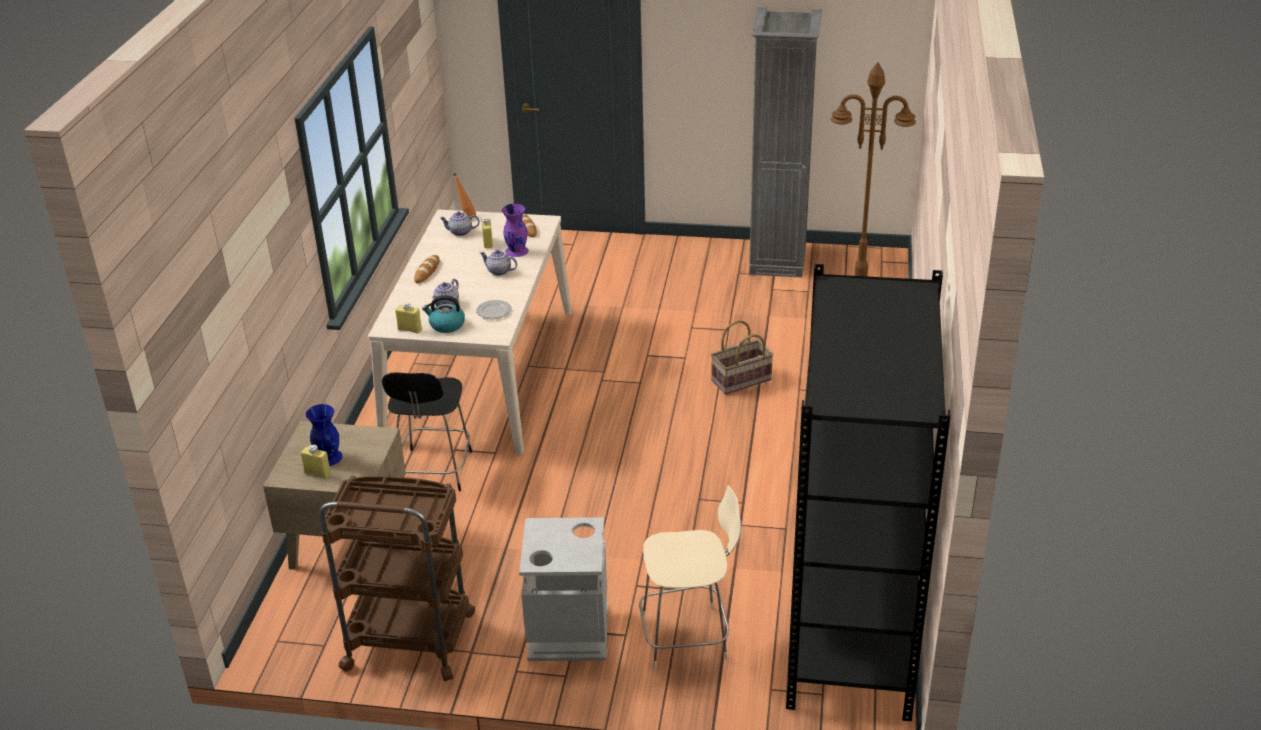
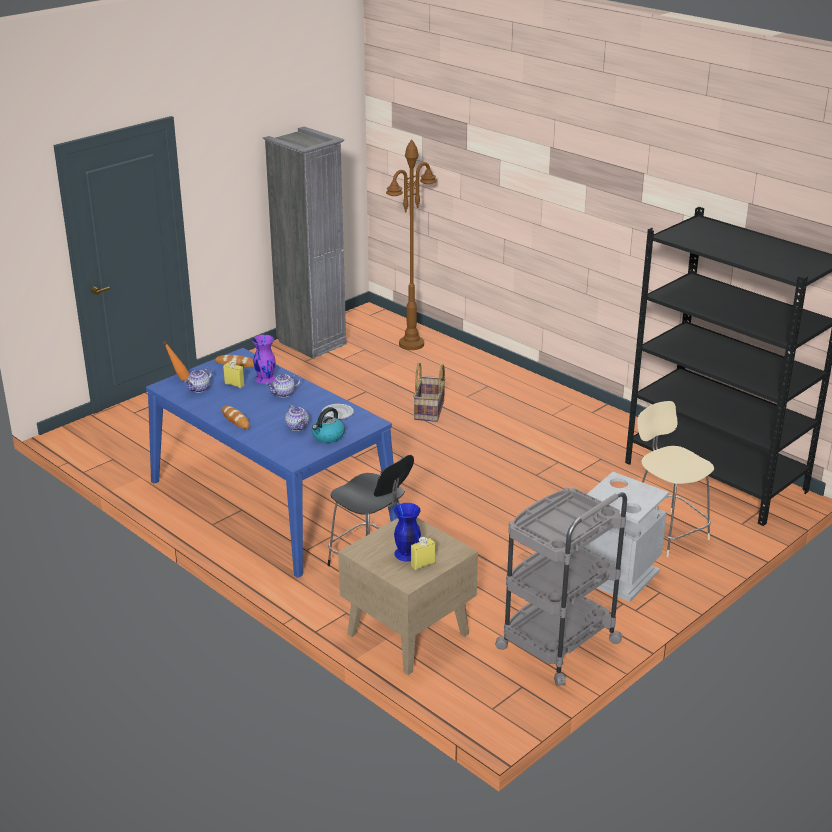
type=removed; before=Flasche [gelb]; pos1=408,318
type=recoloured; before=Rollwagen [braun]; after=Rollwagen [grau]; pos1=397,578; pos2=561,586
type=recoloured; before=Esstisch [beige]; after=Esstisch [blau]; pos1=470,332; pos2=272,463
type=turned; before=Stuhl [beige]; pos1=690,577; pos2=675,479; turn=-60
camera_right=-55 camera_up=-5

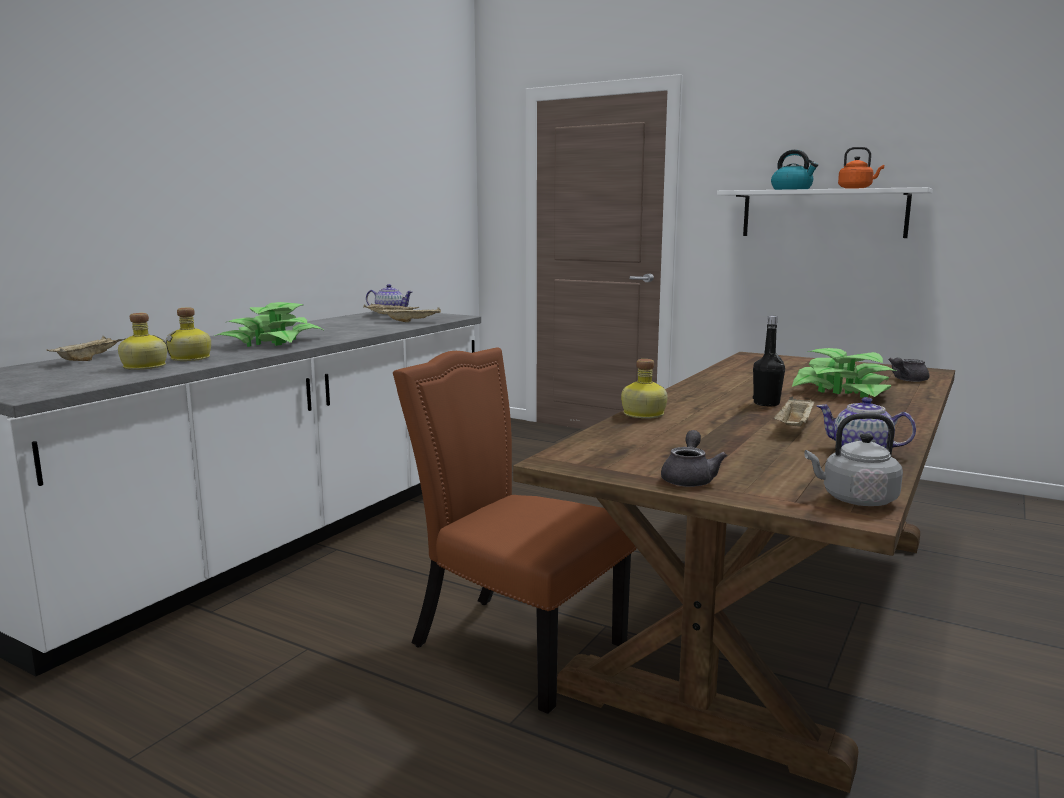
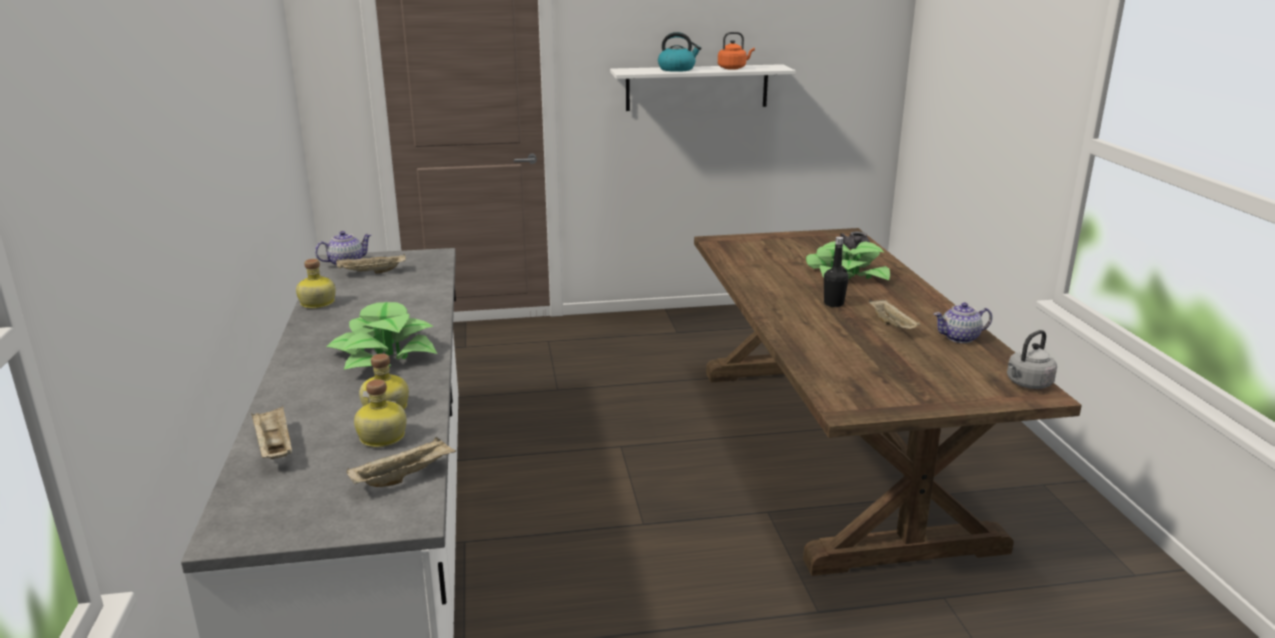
type=removed; before=Stuhl [braun]; pos1=514,531
type=removed; before=Teekanne [grau]; pos1=694,458
type=moved; before=Tablett [beige]; pos1=410,314; pos2=401,462
type=moved; before=Flasche; pos1=644,389; pos2=316,284
camera_right=-40 camera_up=10

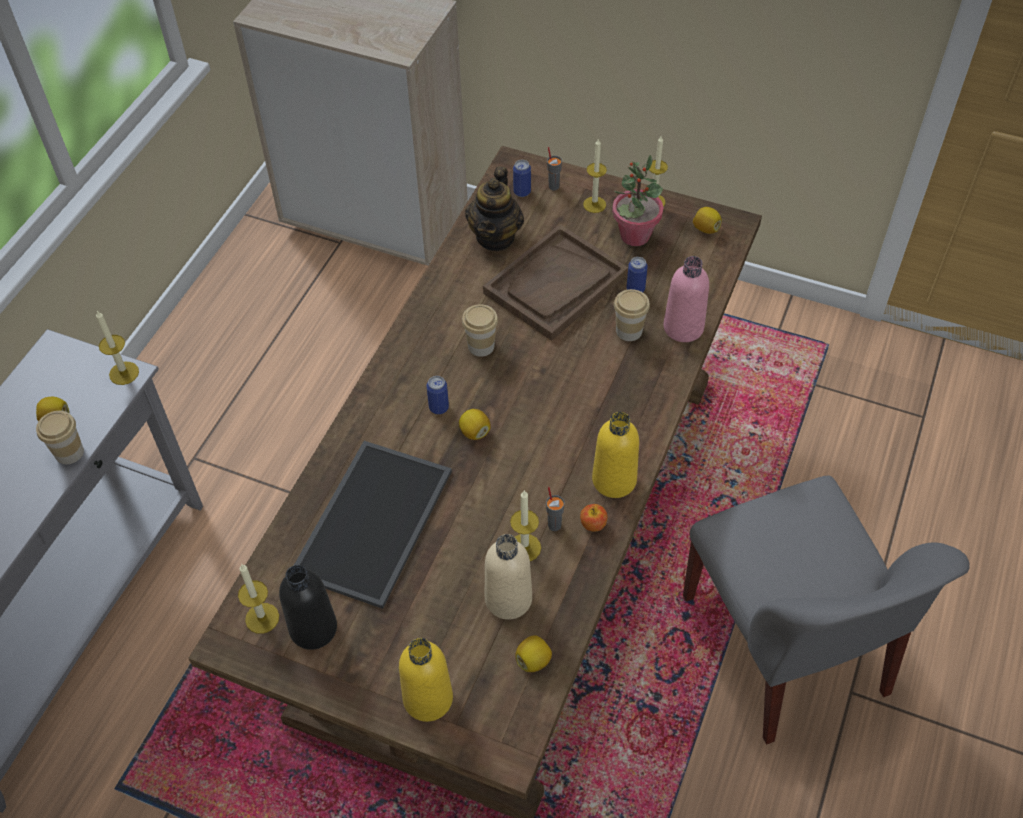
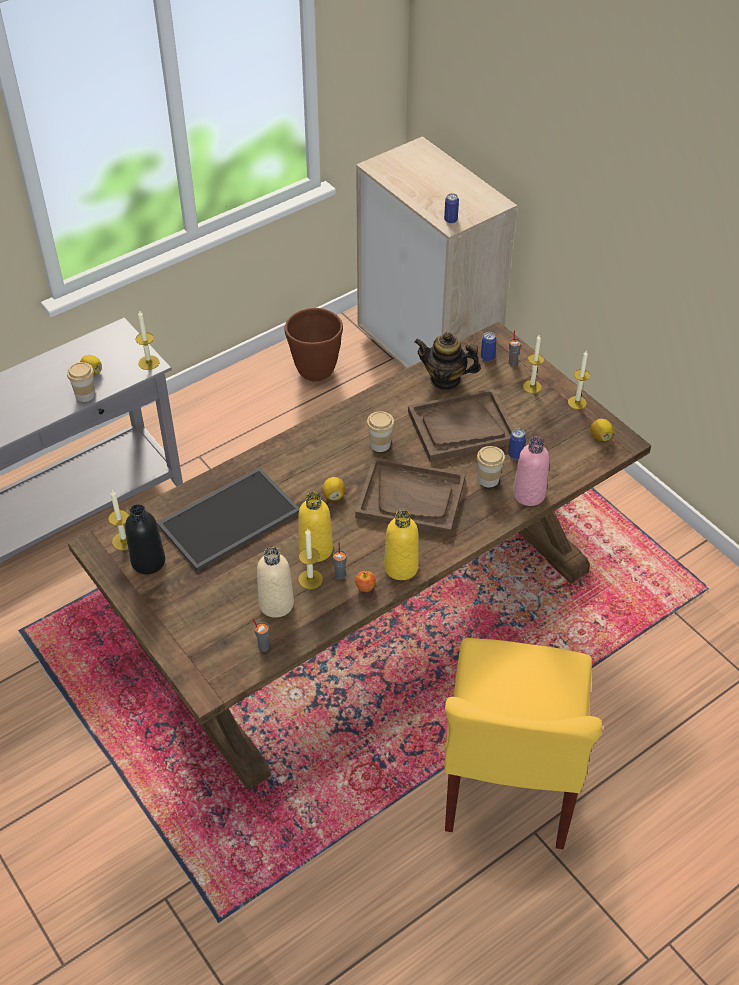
type=removed; before=Topfpflanze; pos1=638,200
type=added; after=Pflanzkübel [braun]; pos2=313,345
type=added; after=Tablett [braun]; pos2=410,496
type=moved; before=Flasche [gelb]; pos1=426,680; pos2=315,527
type=moved; before=Dose; pos1=437,395; pos2=451,208
type=replaced; before=Zitrone; after=Tasse [grau]; pos1=533,653; pos2=260,635
type=recoloured; before=Stuhl [grau]; after=Stuhl [gelb]; pos1=826,610; pos2=523,743
type=turned; before=Teekanne; pos1=494,208; pos2=447,361; turn=60
camera_right=30 camera_up=-5

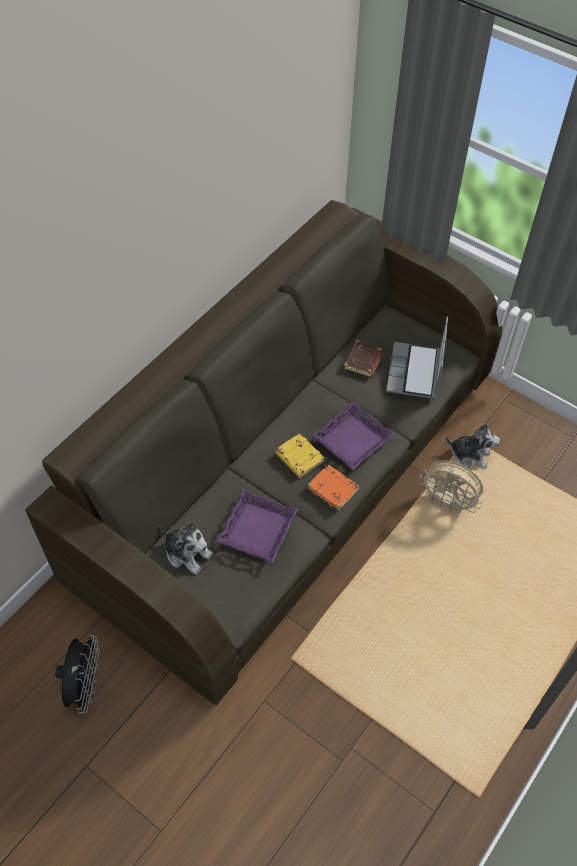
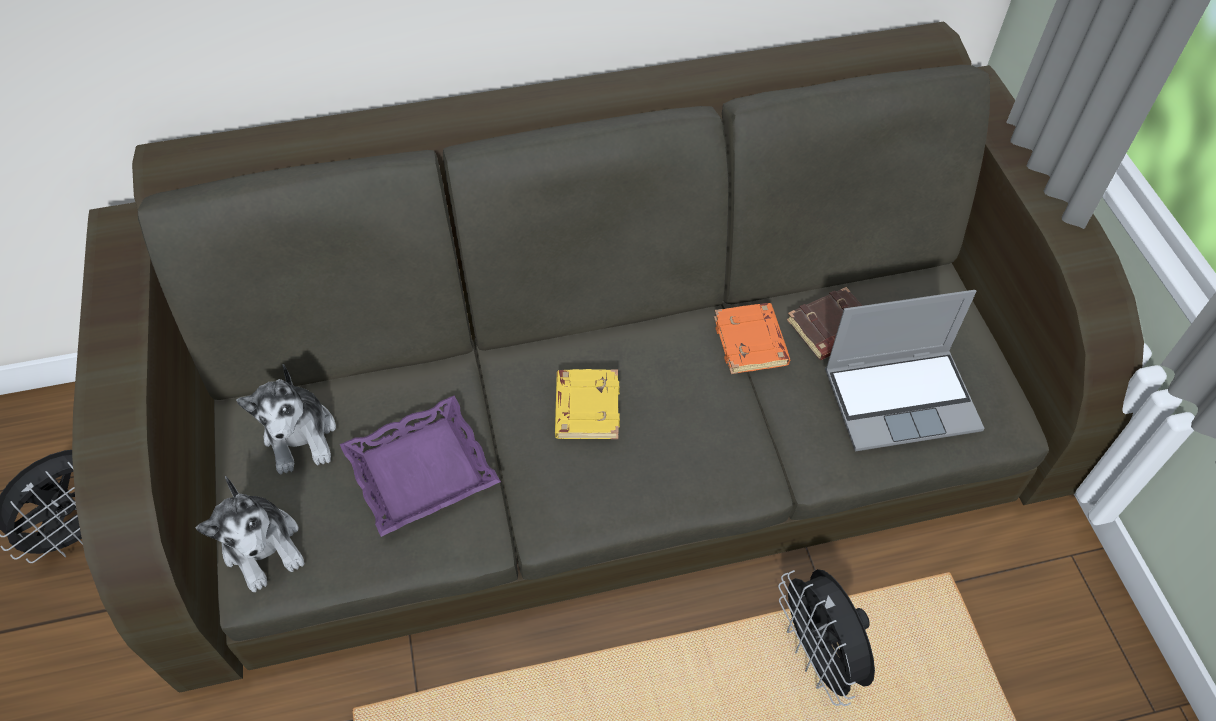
type=removed; before=Tablett [lila]; pos1=353,435
type=moved; before=Buch [orange]; pos1=334,487; pos2=752,338
type=moved; before=Plüschtier; pos1=473,446; pos2=250,534
type=recoloured; before=Ventilator [beige]; after=Ventilator [schwarz]; pos1=451,487; pos2=826,637
type=turned; before=Laptop; pos1=417,358; pos2=905,371; turn=-150
camera_right=40 camera_up=0

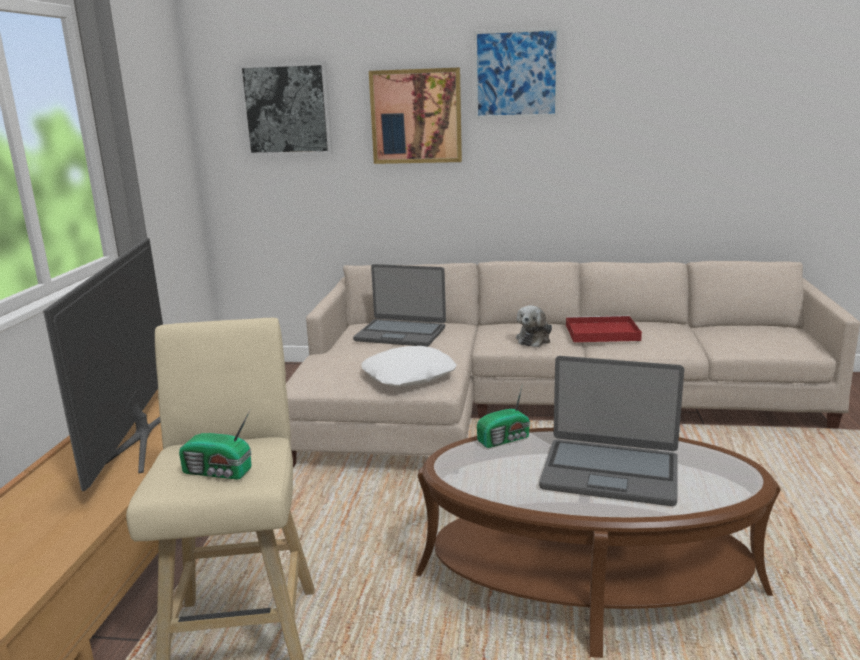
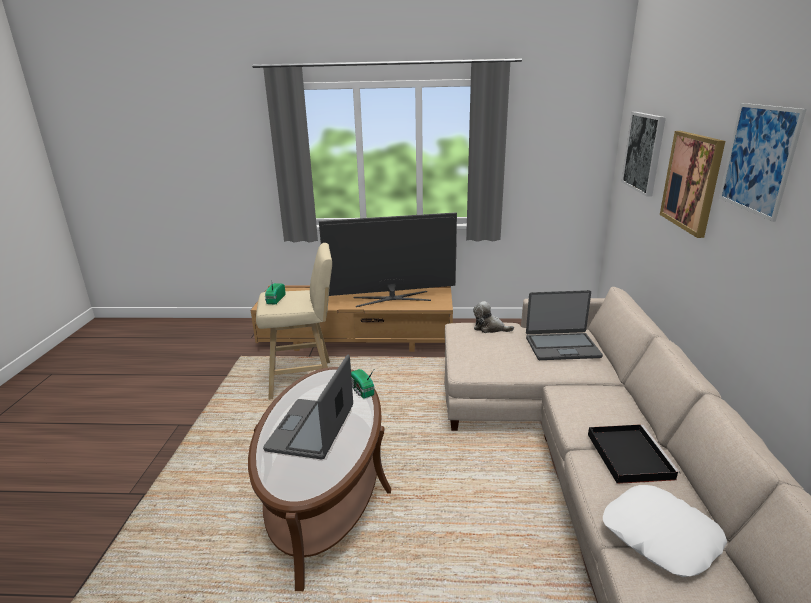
type=moved; before=Kissen [weiß]; pos1=409,366; pos2=665,531
type=moved; before=Plüschtier; pos1=534,326; pos2=493,317
type=recoloured; before=Tablett [rot]; after=Tablett [schwarz]; pos1=604,328; pos2=634,454
type=turned; before=Laptop; pos1=399,305; pos2=564,325; turn=-105
camera_right=85 camera_up=5

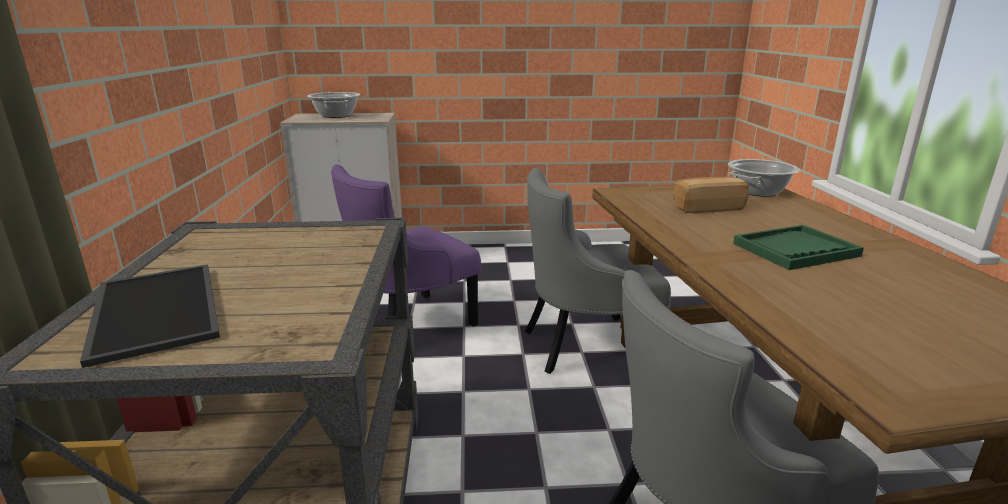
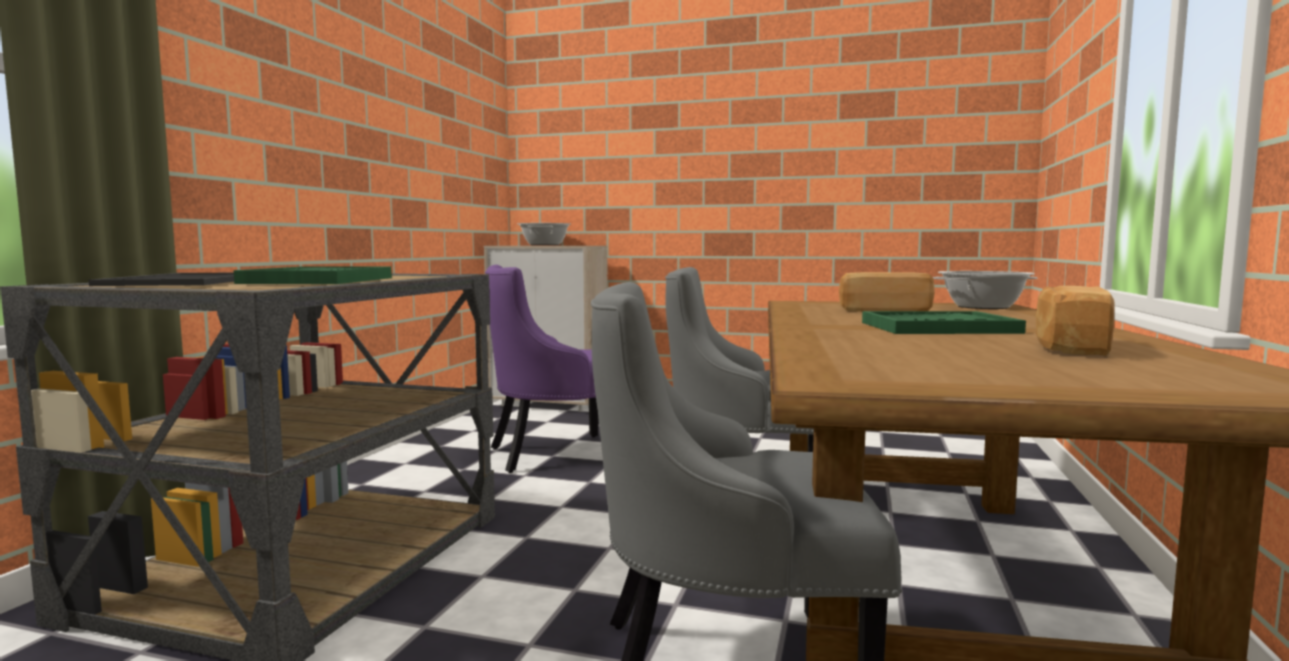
type=added; after=Tablett [grün]; pos2=313,275
type=added; after=Brot; pos2=1075,321
camera_right=20 camera_up=-15

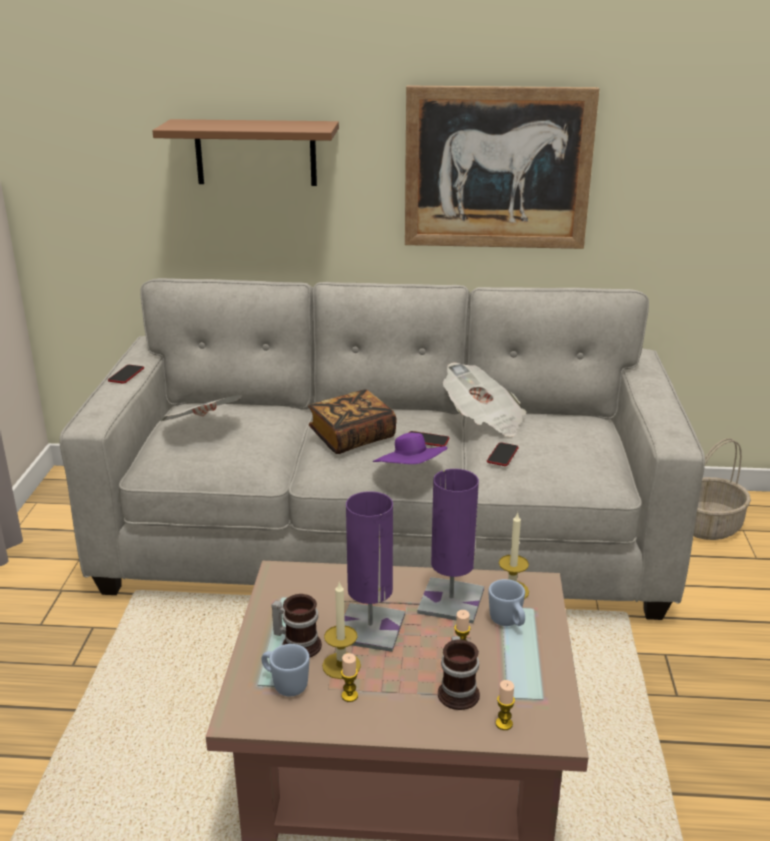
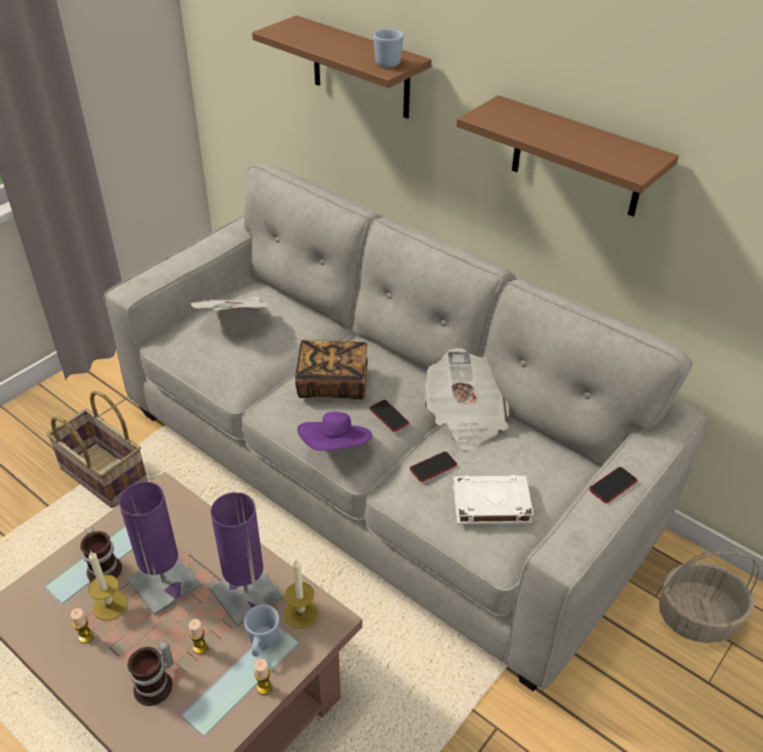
type=added; after=Korb; pos2=97,449
type=added; after=Buch [weiß]; pos2=493,500
type=moved; before=Handy; pos1=126,374; pos2=613,485
type=moved; before=Henkelbecher [blau]; pos1=286,670; pos2=388,48
type=moved; before=Kerze; pos1=505,705; pos2=263,677
type=replaced; before=Bild; after=Wandregal [braun]; pos1=502,167; pos2=568,156
camera_right=35 camera_up=15

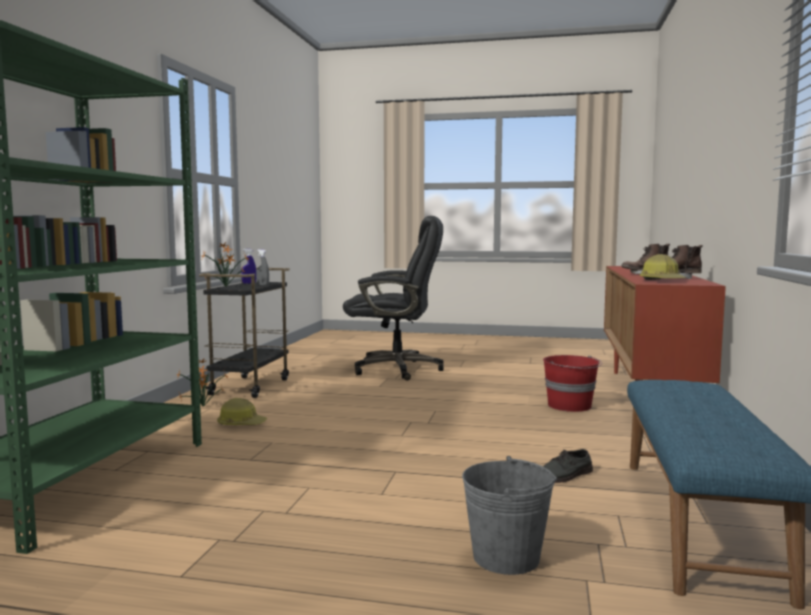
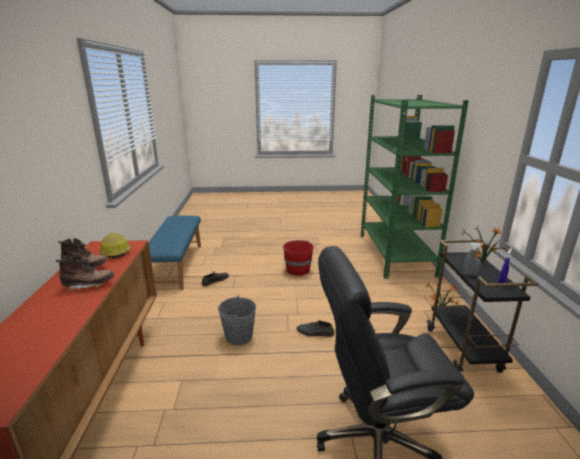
type=removed; before=Schutzhelm; pos1=242,411
type=added; after=Schuh [grau]; pos2=315,328
type=moved; before=Eimer [grau]; pos1=509,515; pos2=236,320
type=moved; before=Eimer [rot]; pos1=572,383; pos2=298,258
camera_right=165 camera_up=15

